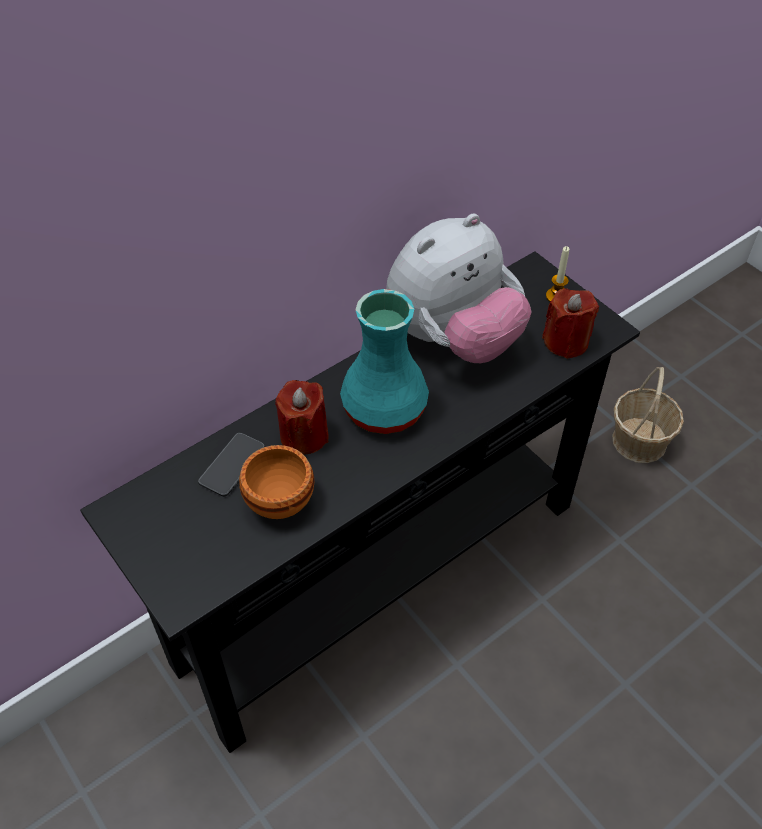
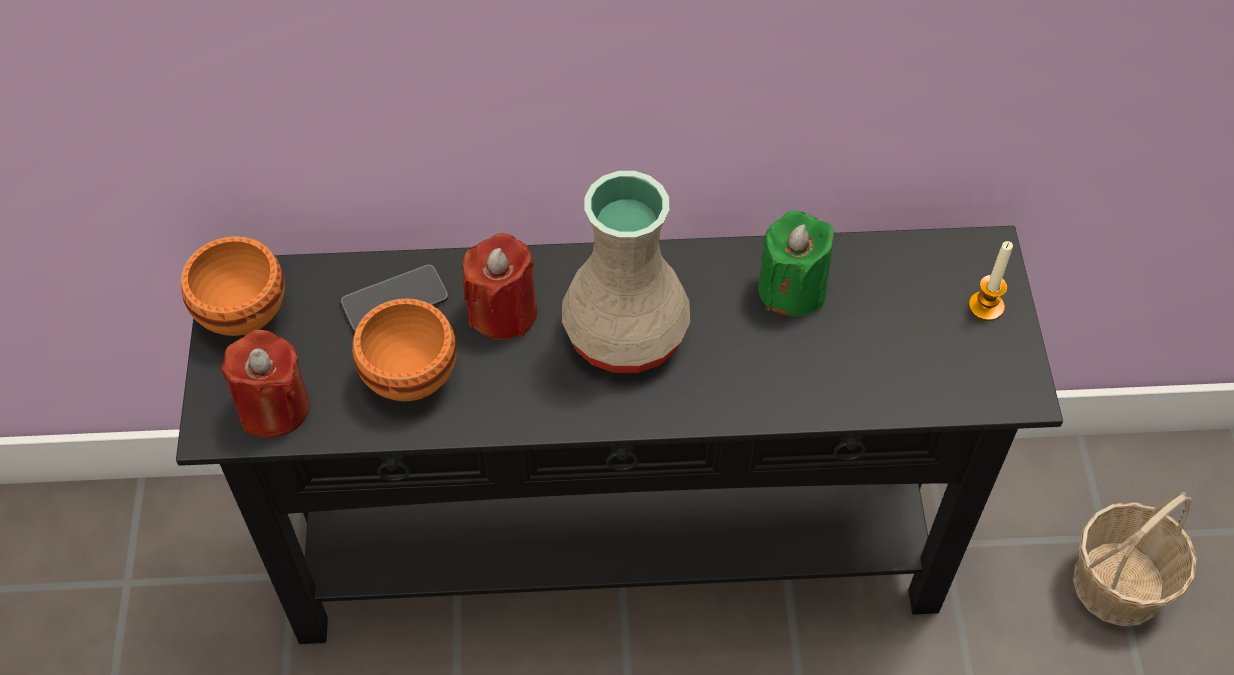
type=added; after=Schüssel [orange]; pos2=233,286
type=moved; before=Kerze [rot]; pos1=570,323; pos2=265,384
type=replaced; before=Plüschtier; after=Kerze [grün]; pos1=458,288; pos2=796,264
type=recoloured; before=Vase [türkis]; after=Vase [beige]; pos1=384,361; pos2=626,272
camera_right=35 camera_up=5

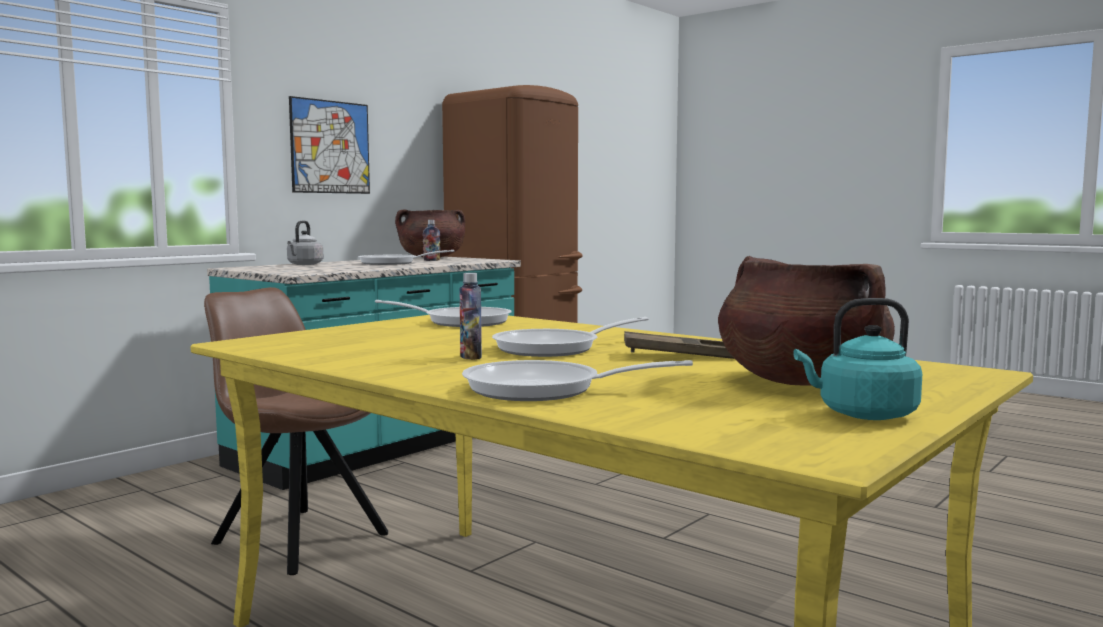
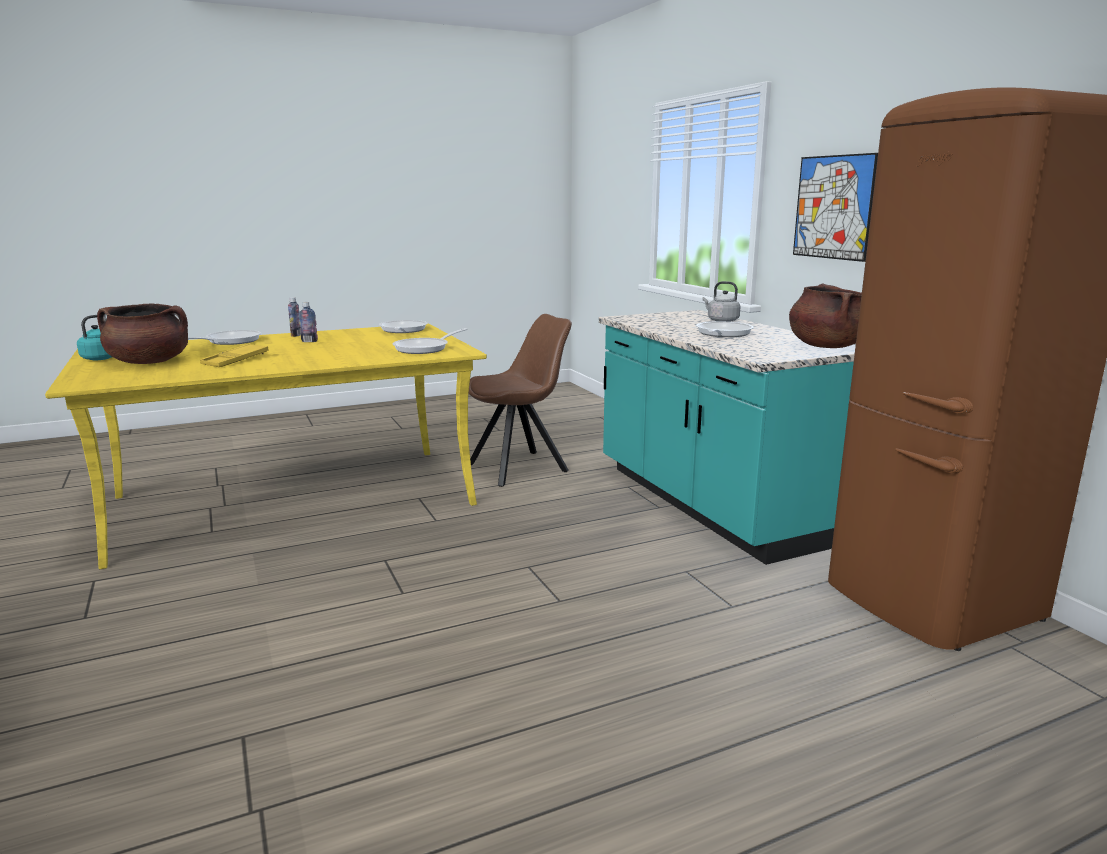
type=moved; before=Flasche; pos1=432,240; pos2=294,317
type=moved; before=Pfanne; pos1=570,337; pos2=403,326
type=recoloured; before=Tablett [braun]; after=Tablett [gelb]; pos1=679,345; pos2=234,355
camera_right=115 camera_up=10

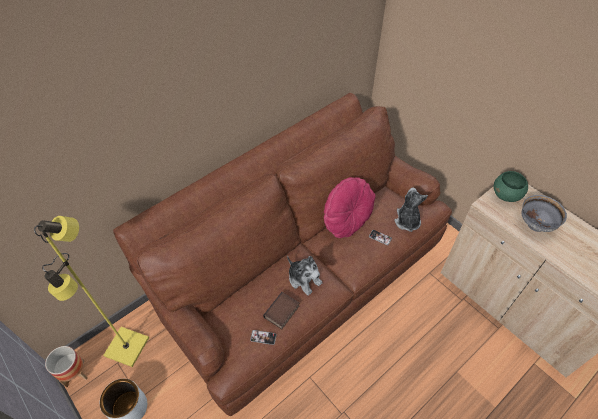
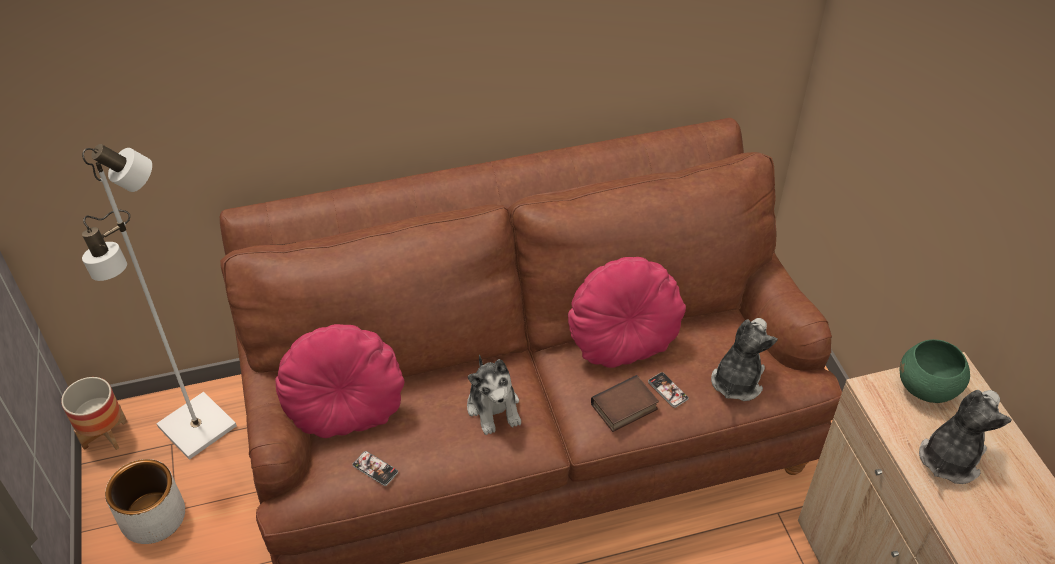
type=added; after=Kissen [rosa]; pos2=339,381
type=moved; before=Buch; pos1=281,311; pos2=625,403
type=replaced; before=Schüssel [grau]; after=Plüschtier; pos1=544,213; pos2=965,437
type=recoloured; before=Stehlampe [gelb]; after=Stehlampe [weiß]; pos1=91,291; pos2=159,302
camera_right=25 camera_up=-5

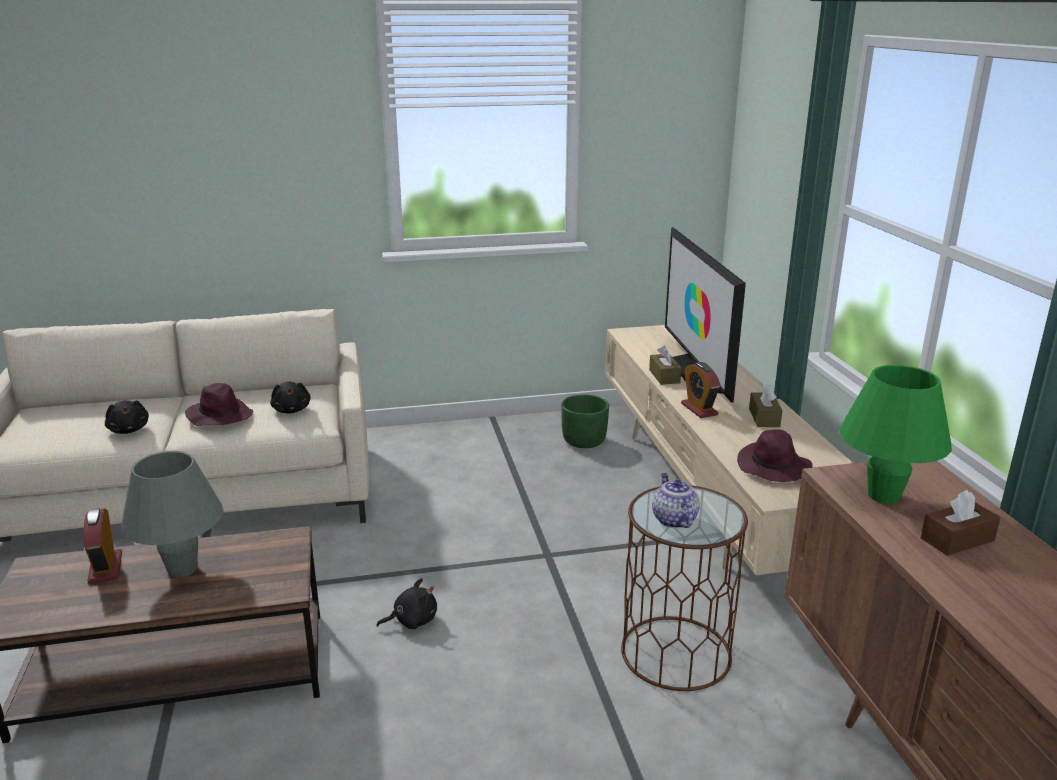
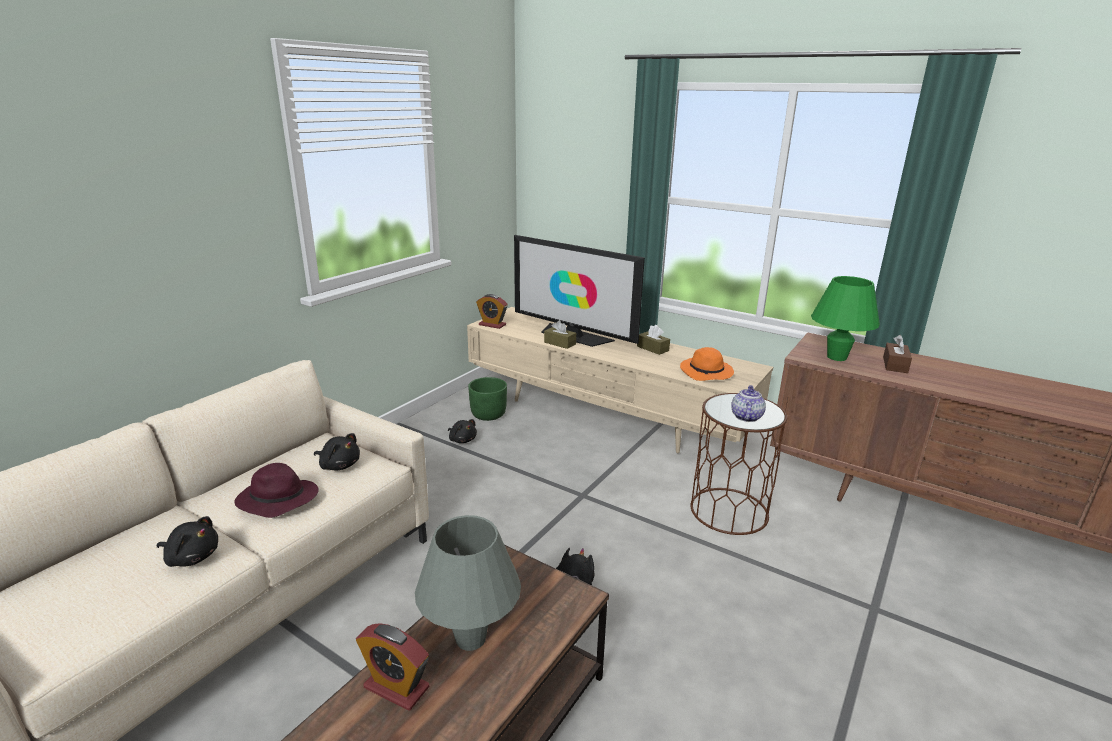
type=added; after=Plüschtier [schwarz]; pos2=462,431
type=moved; before=Wecker; pos1=701,390; pos2=492,311
type=recoloured; before=Hut [lila]; after=Hut [orange]; pos1=775,455; pos2=707,364
type=turned; before=Teekanne; pos1=676,500; pos2=748,403; turn=75
camera_right=-45 camera_up=0

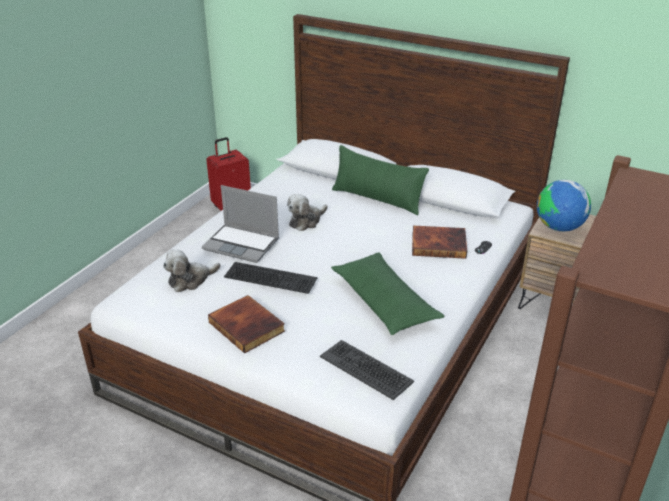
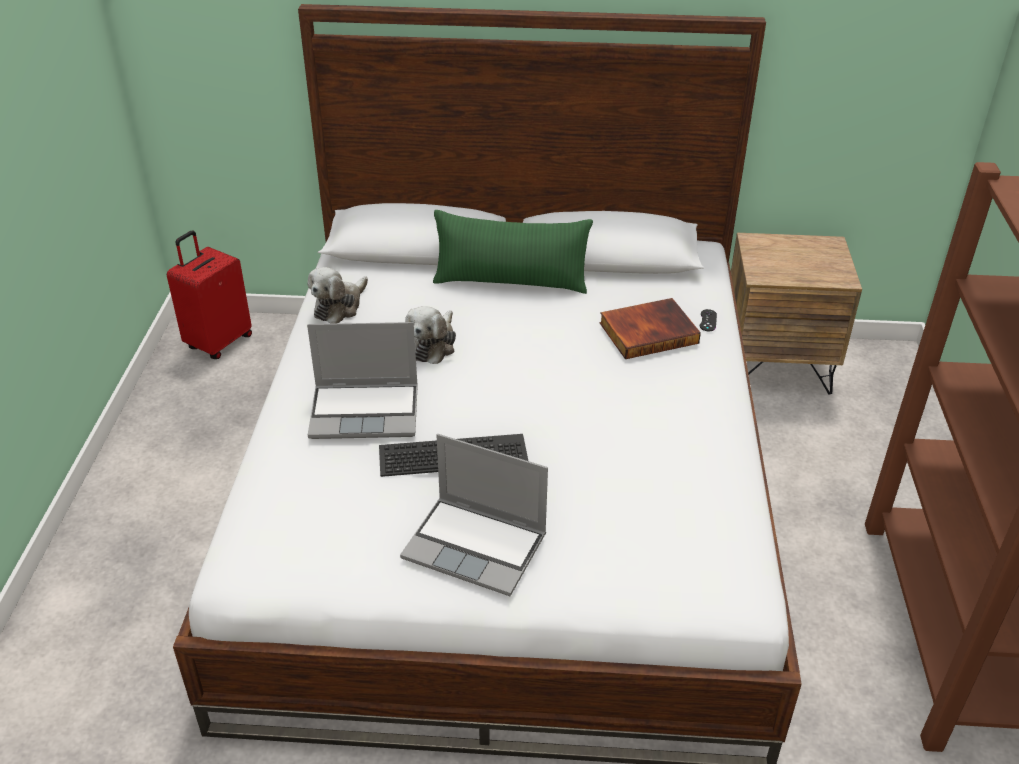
type=removed; before=Tastatur; pos1=367,370
type=removed; before=Kissen [grün]; pos1=388,294
type=removed; before=Globus; pos1=564,206
type=moved; before=Plüschtier; pos1=192,271; pos2=338,295
type=replaced; before=Buch; after=Laptop; pos1=246,324; pos2=474,515
camera_right=-25 camera_up=5

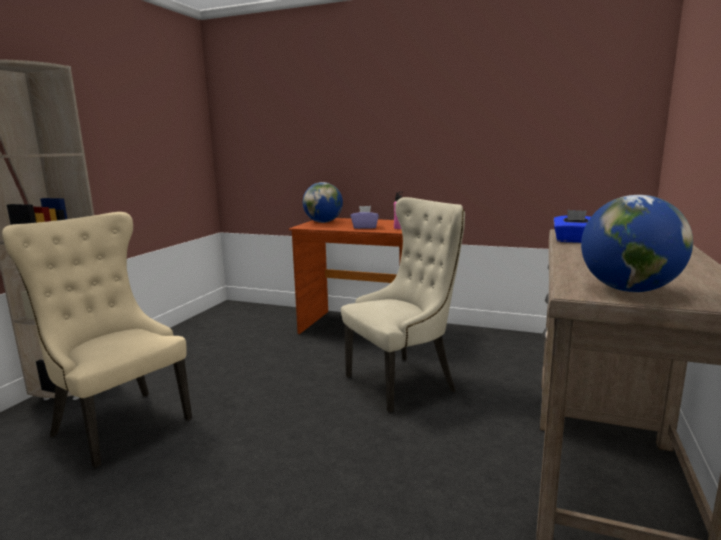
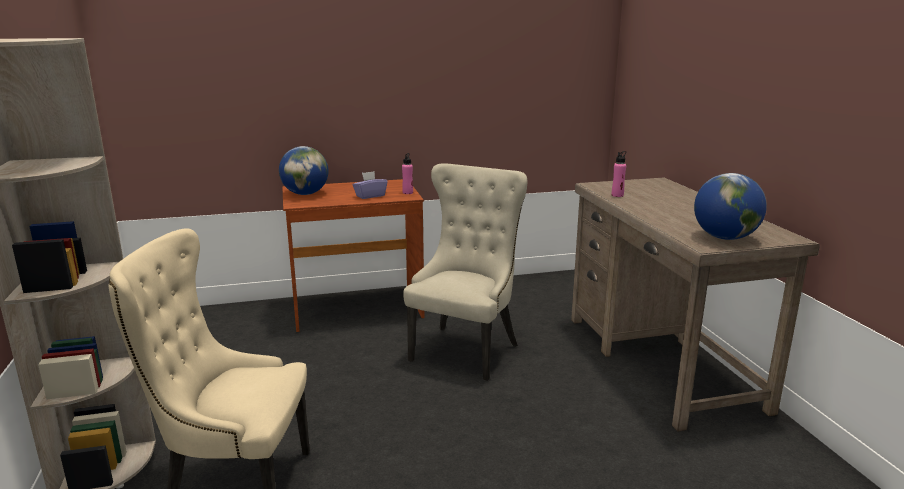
type=replaced; before=Taschentuchbox [blau]; after=Flasche [rosa]; pos1=572,226; pos2=619,174
camera_right=-35 camera_up=5

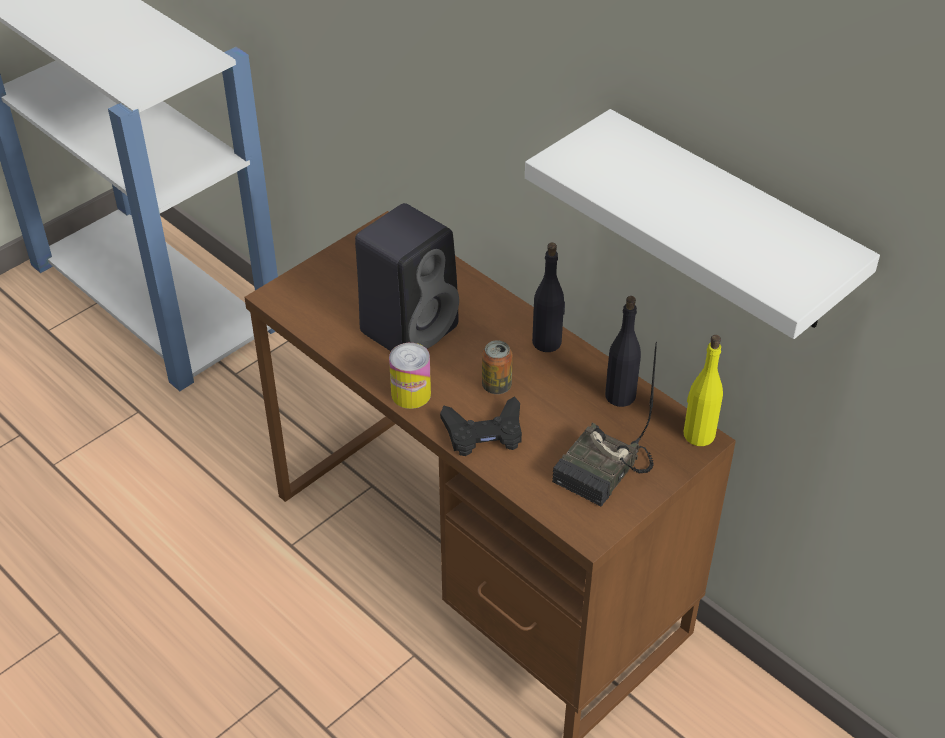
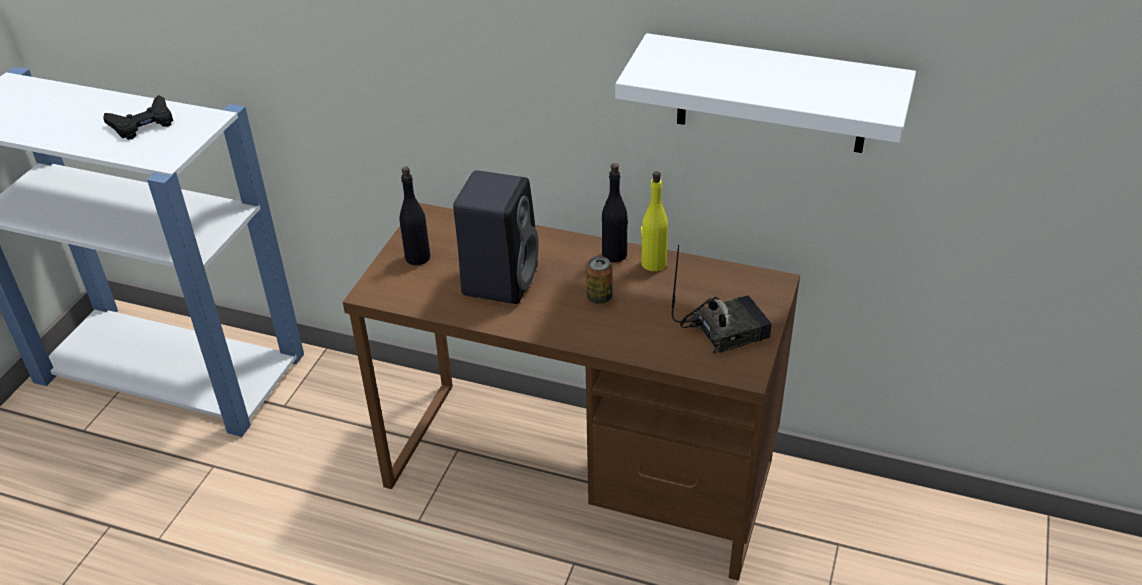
type=removed; before=Dose; pos1=410,376
type=moved; before=Gamepad [schwarz]; pos1=481,426; pos2=138,117
type=moved; before=Flasche [schwarz]; pos1=623,351; pos2=414,215
type=moved; before=Flasche [gelb]; pos1=703,390; pos2=654,221
type=turned; before=Radio; pos1=604,424; pos2=721,299; turn=-120
camera_right=-25 camera_up=-5

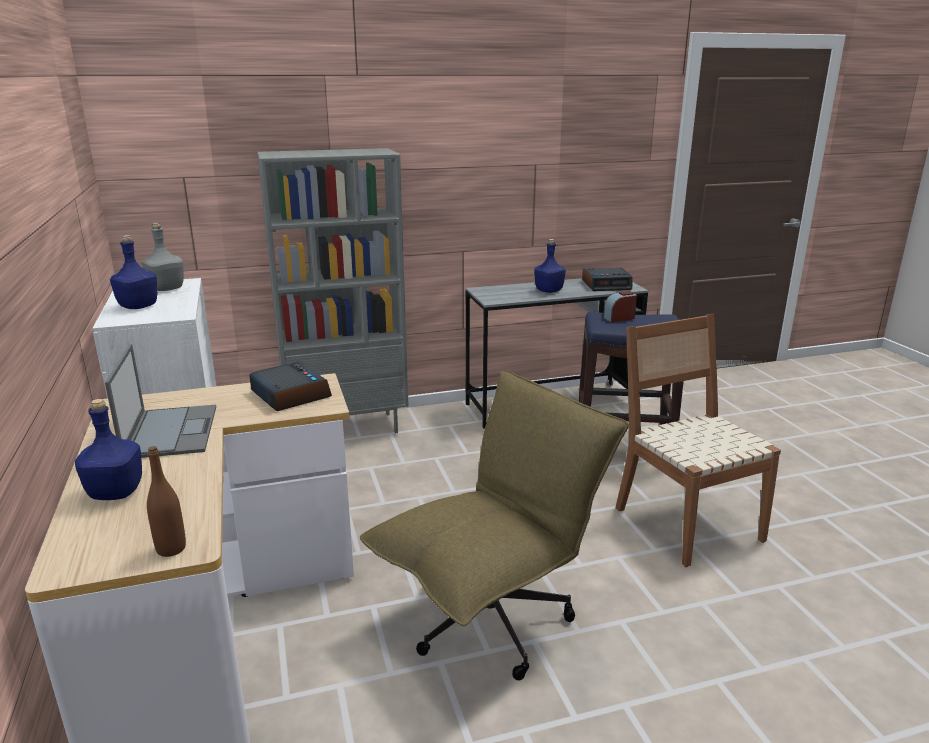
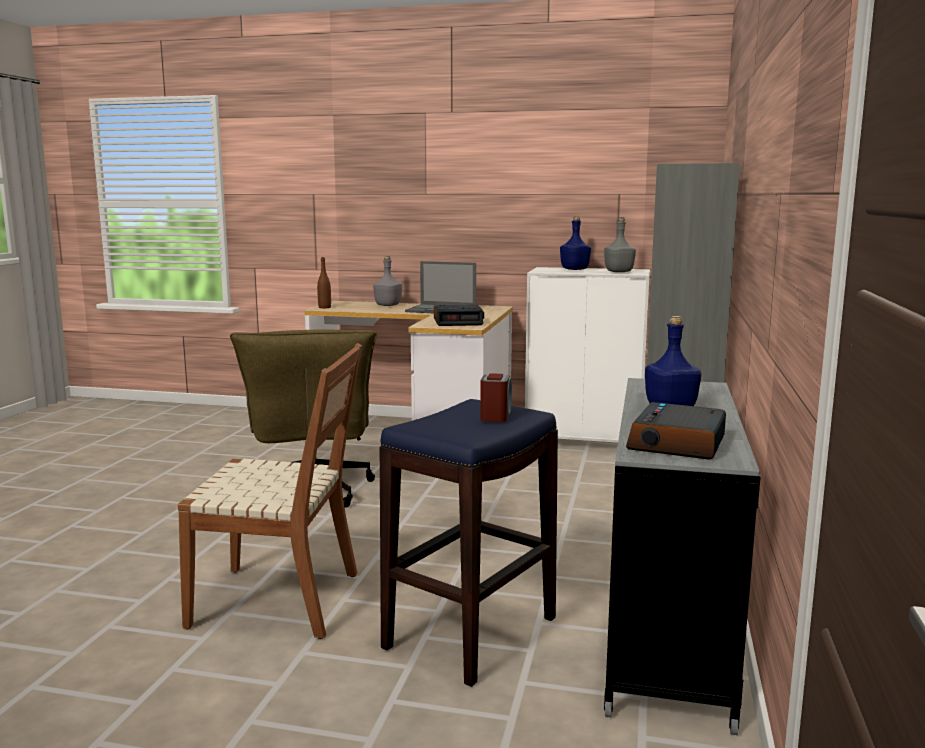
type=recoloured; before=Flasche [blau]; after=Flasche [grau]; pos1=108,449; pos2=387,281
camera_right=120 camera_up=-10

